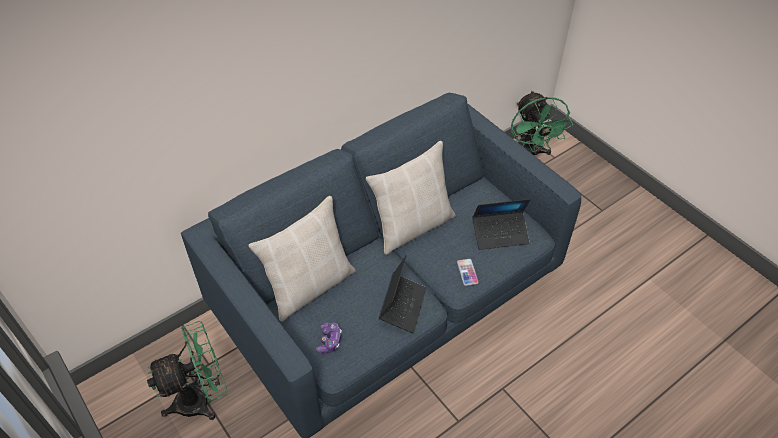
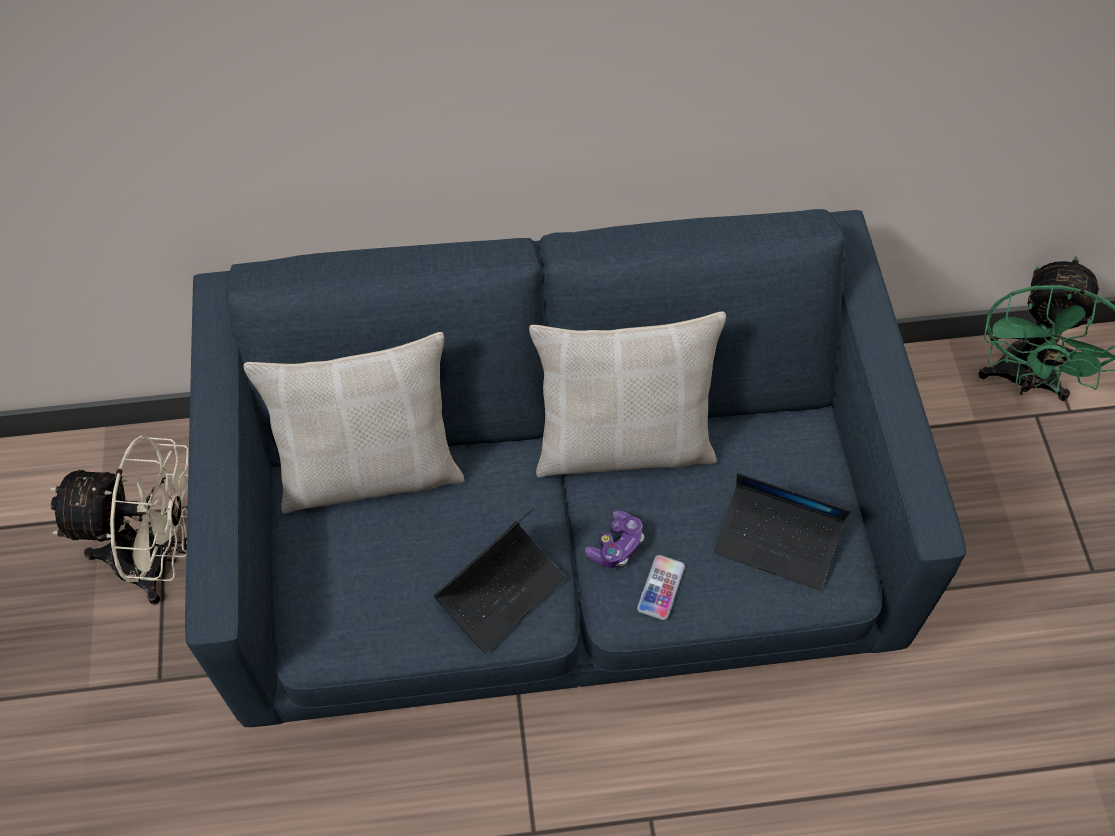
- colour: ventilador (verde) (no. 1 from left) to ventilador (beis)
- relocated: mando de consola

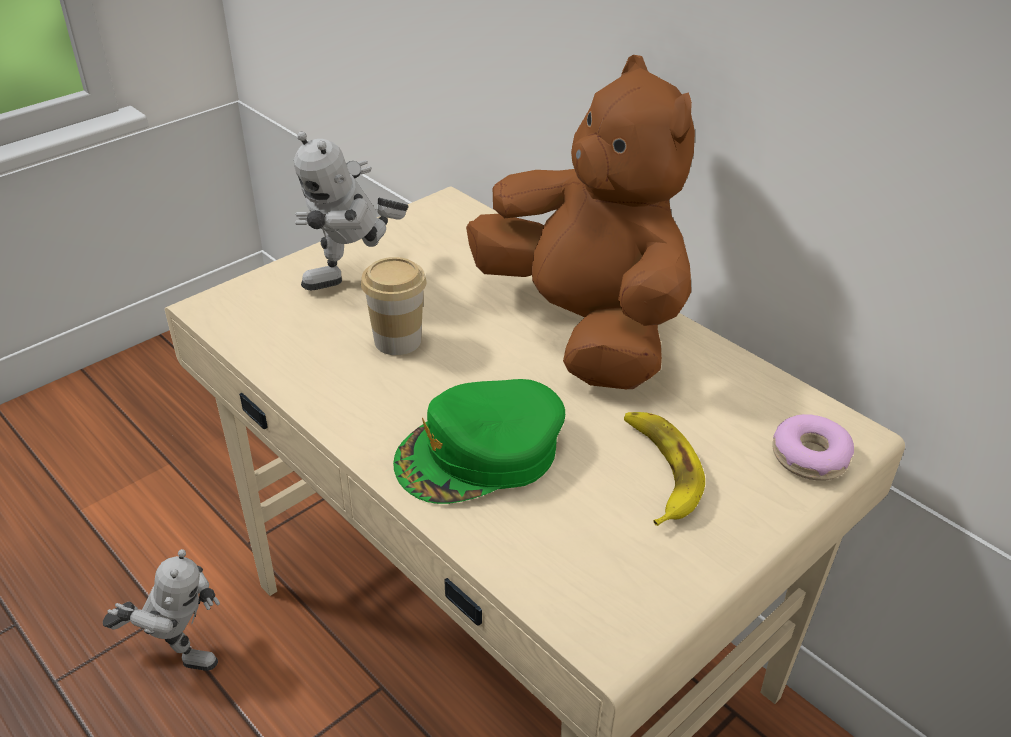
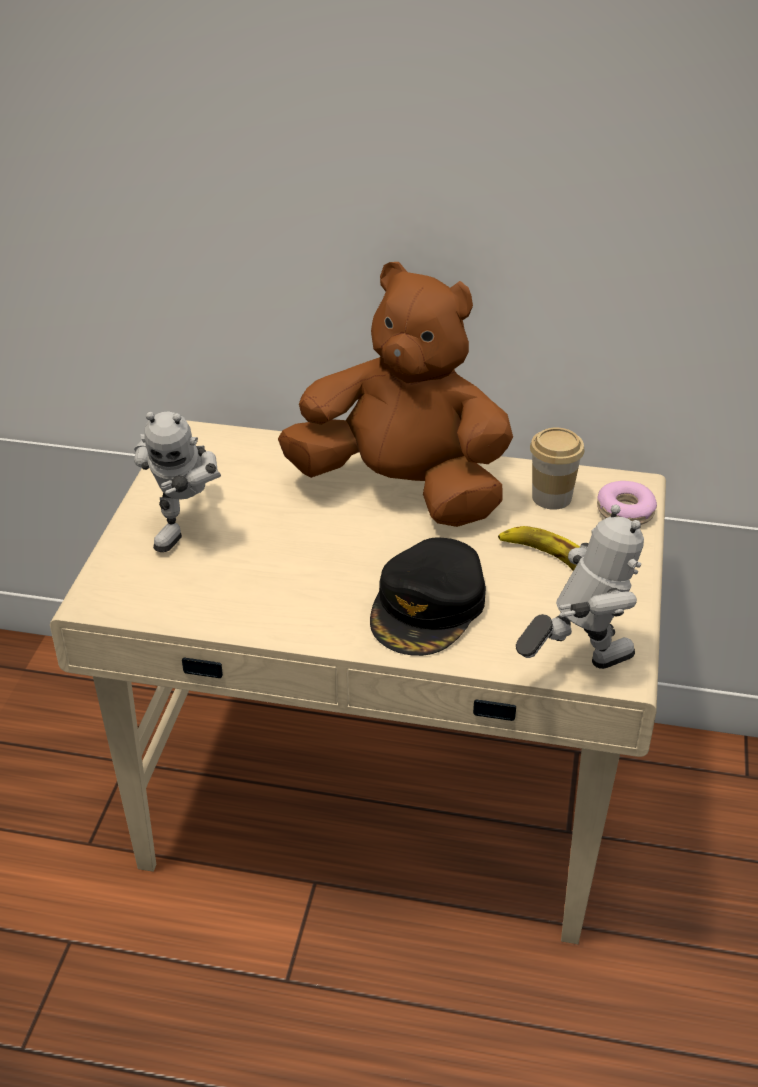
- colour: gorra (verde) to gorra (negro)
- relocated: robot de juguete (no. 1 from left in the first image) to robot de juguete (no. 2 from left)
- relocated: taza

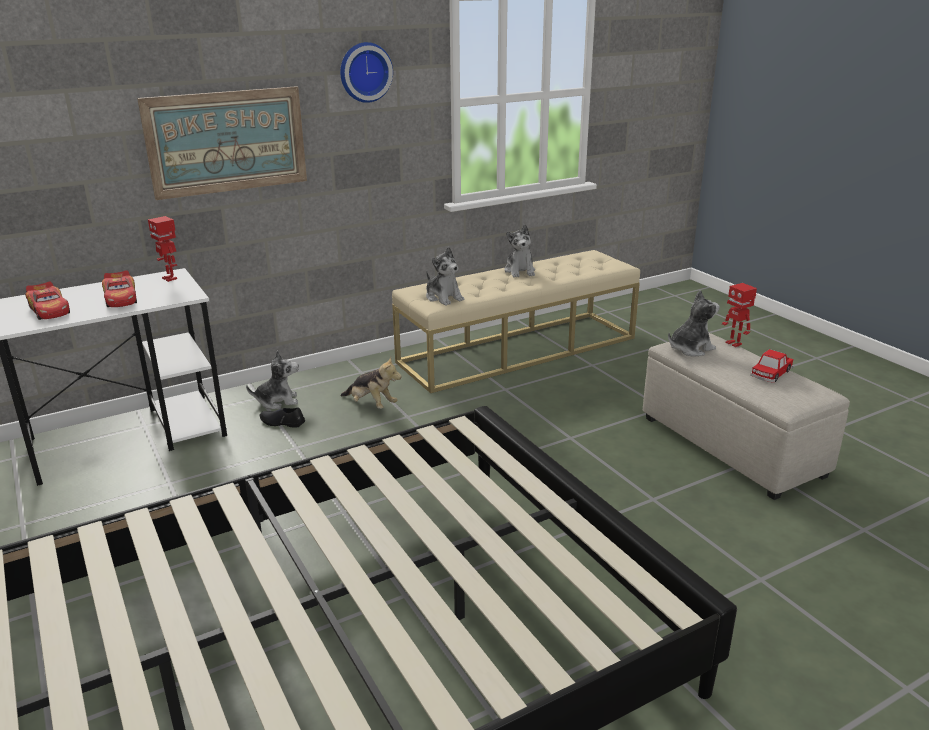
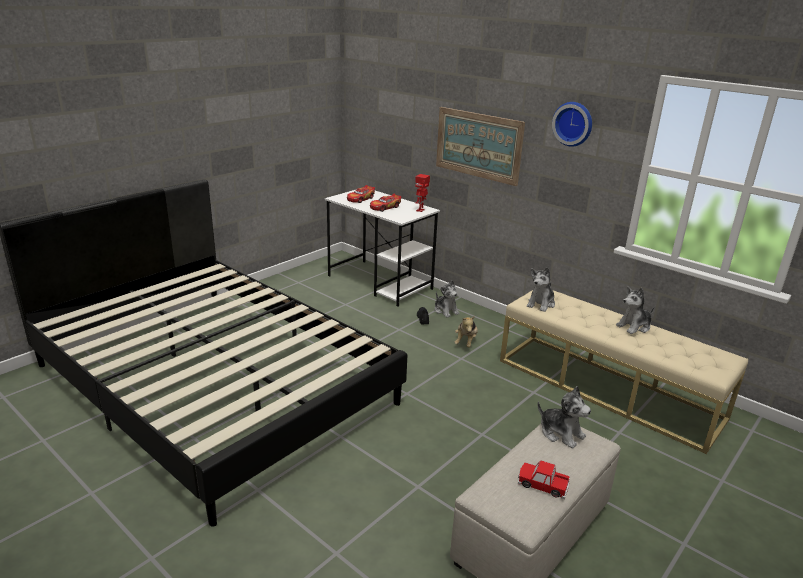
- missing: robot de juguete (no. 2 from left)

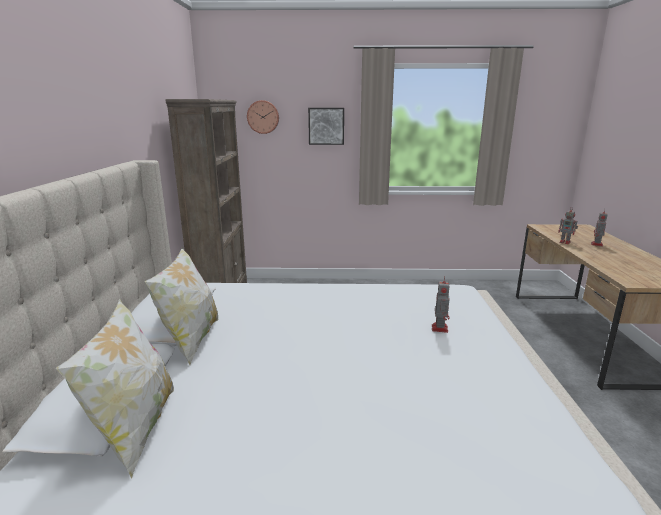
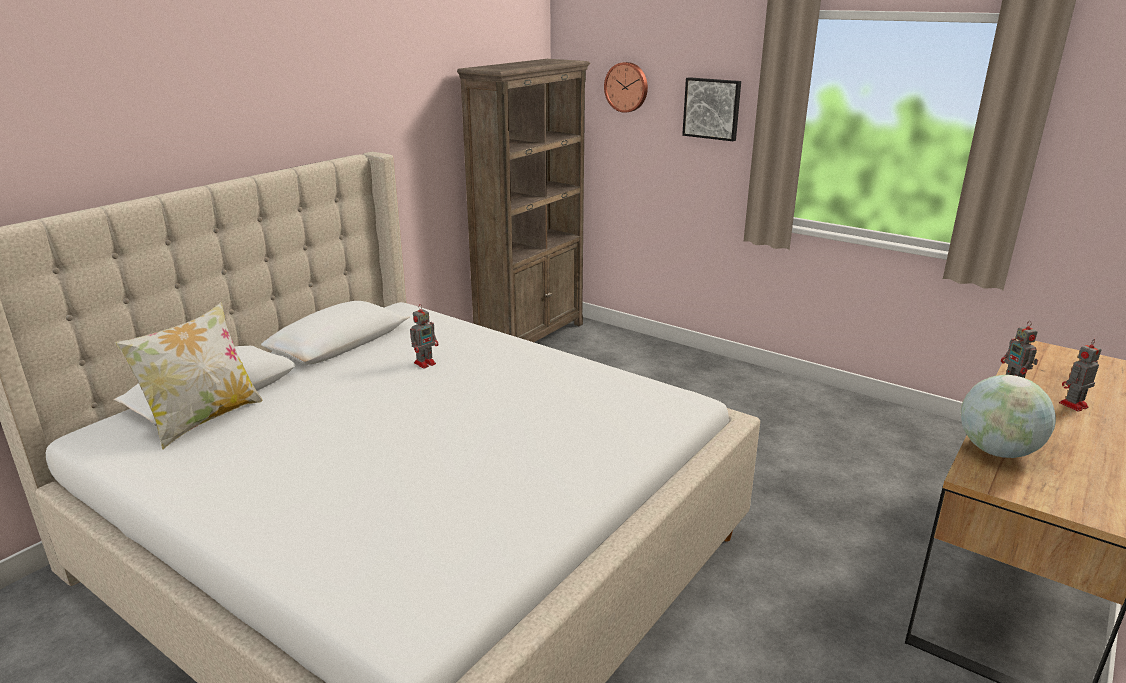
- relocated: robot de juguete (no. 1 from left)
- appeared: globo terráqueo
- missing: cojín (no. 2 from left)

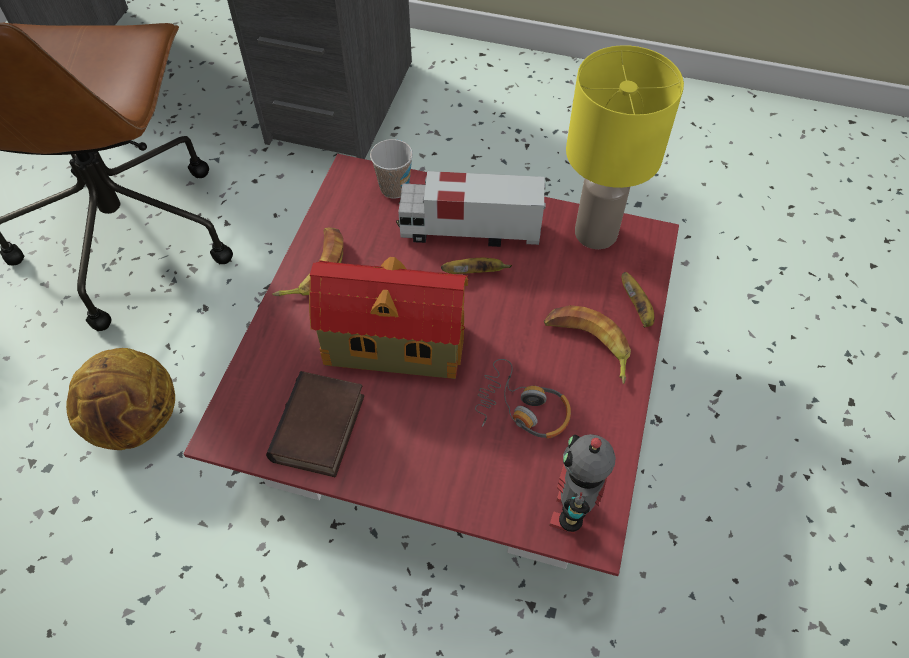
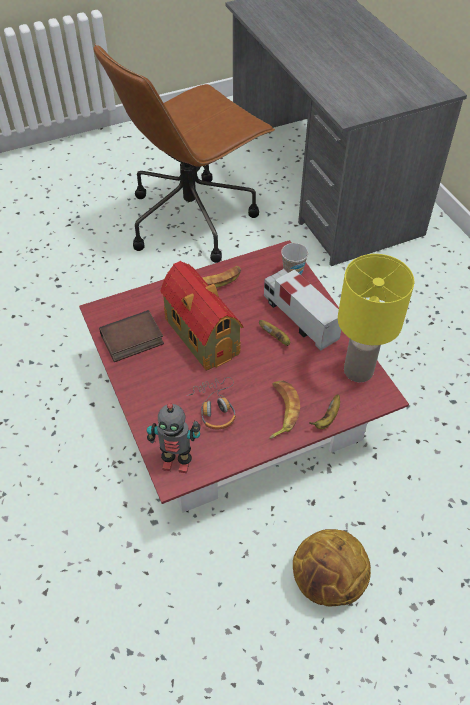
- spun: robot de juguete 150 degrees counterclockwise
- relocated: balón de baloncesto

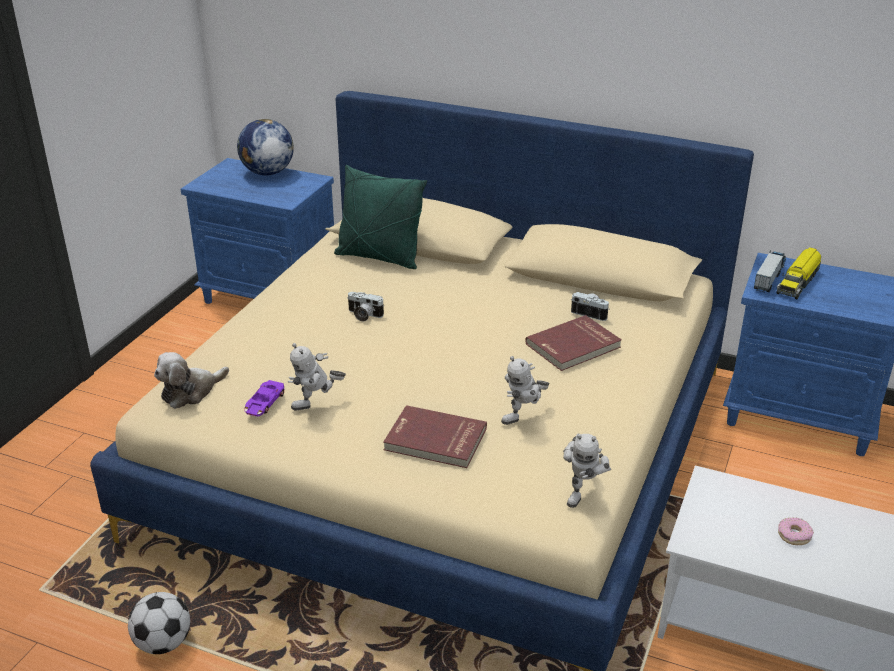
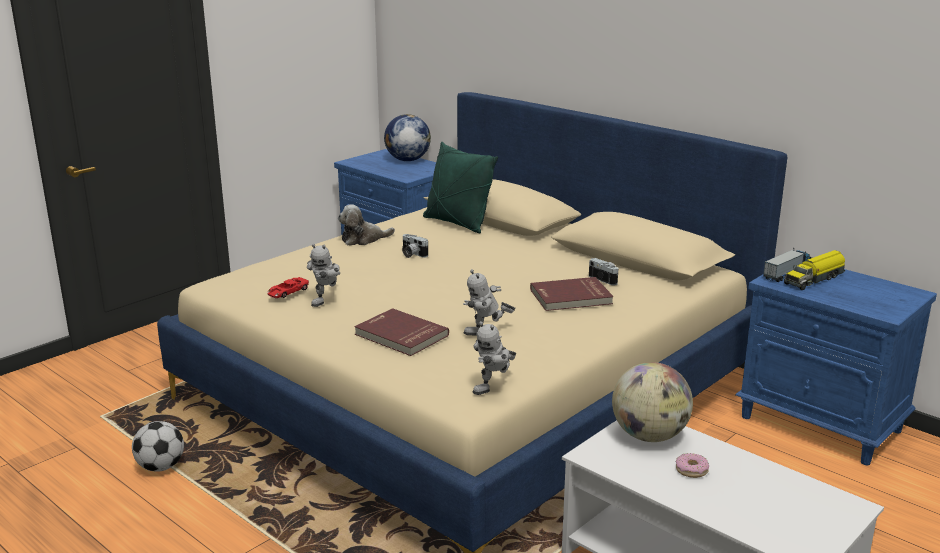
- colour: coche de juguete (morado) to coche de juguete (rojo)
- spun: robot de juguete (no. 1 from left) 60 degrees counterclockwise
- relocated: peluche
- appeared: globo terráqueo (no. 2 from left)

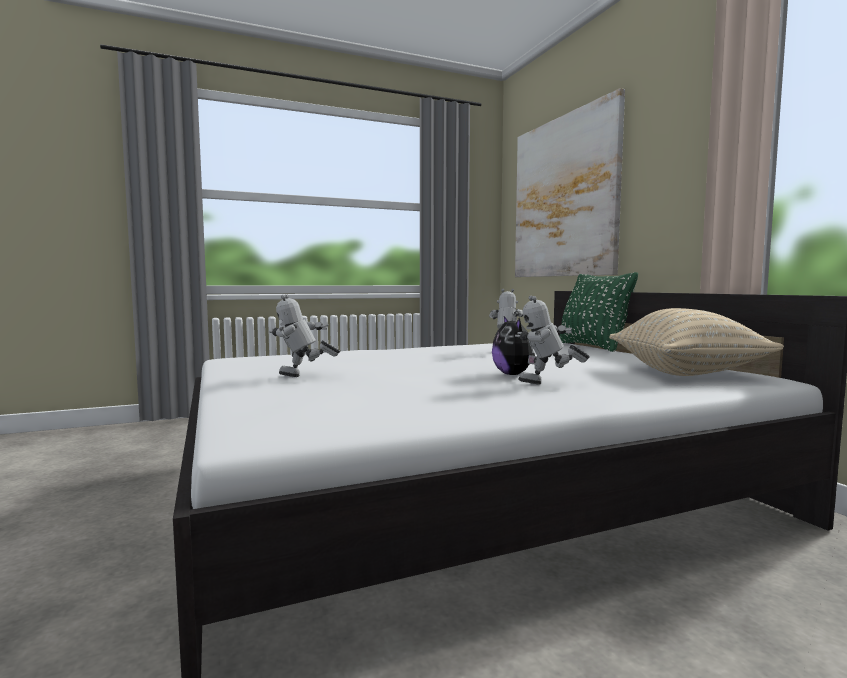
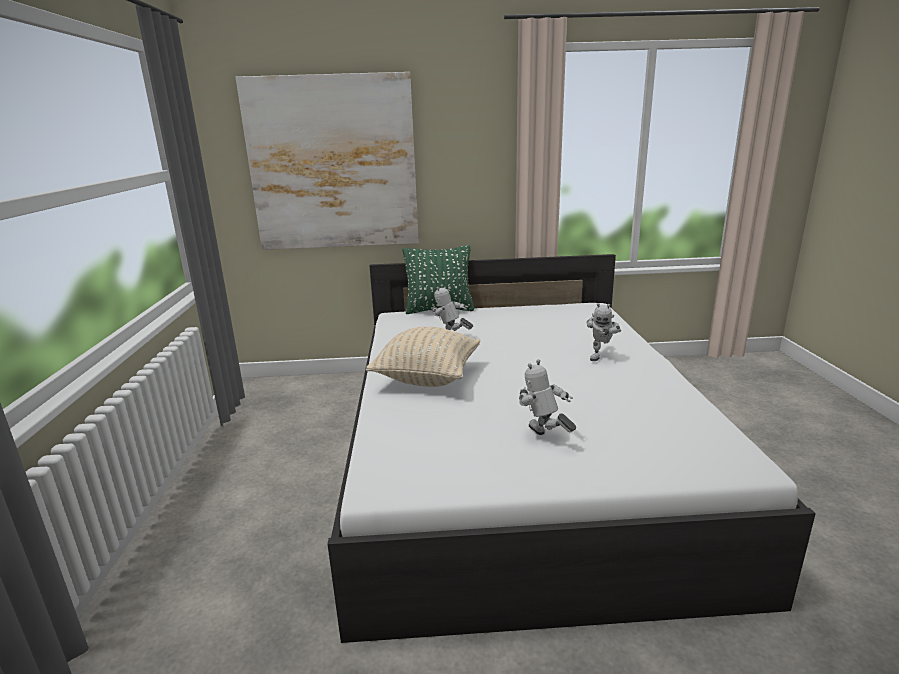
- relocated: cojín (beis)
- spun: robot de juguete (no. 1 from left in the first image) 120 degrees clockwise
- missing: peluche

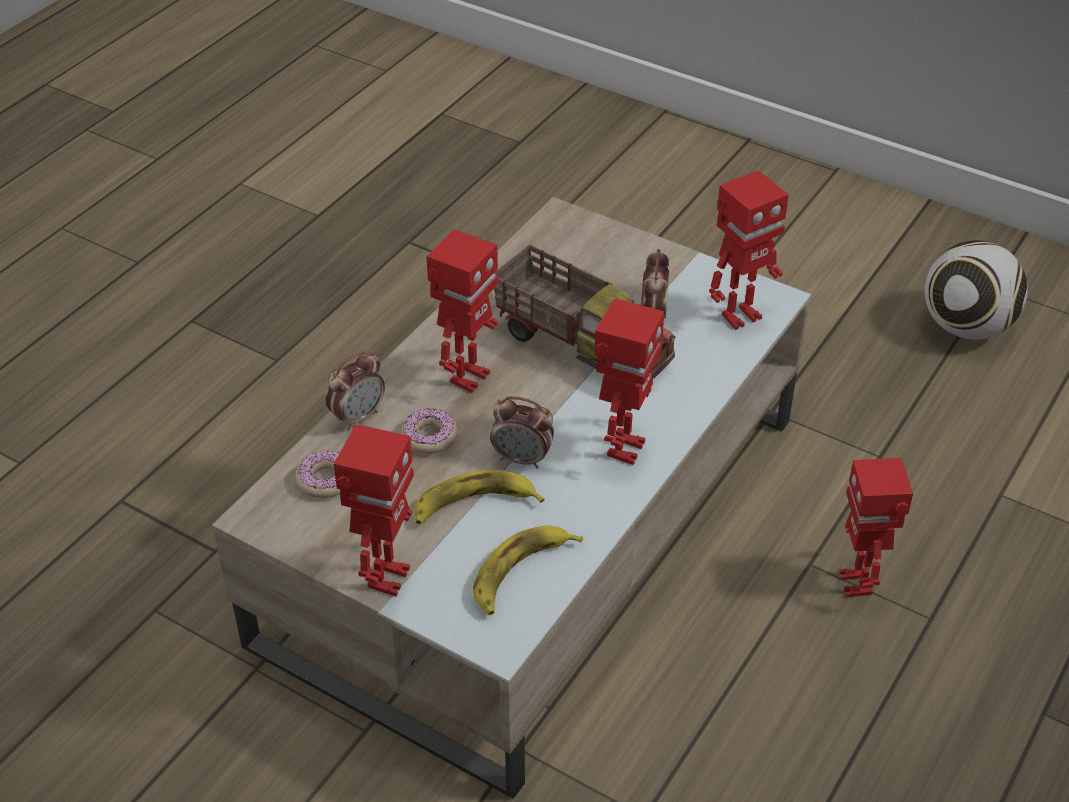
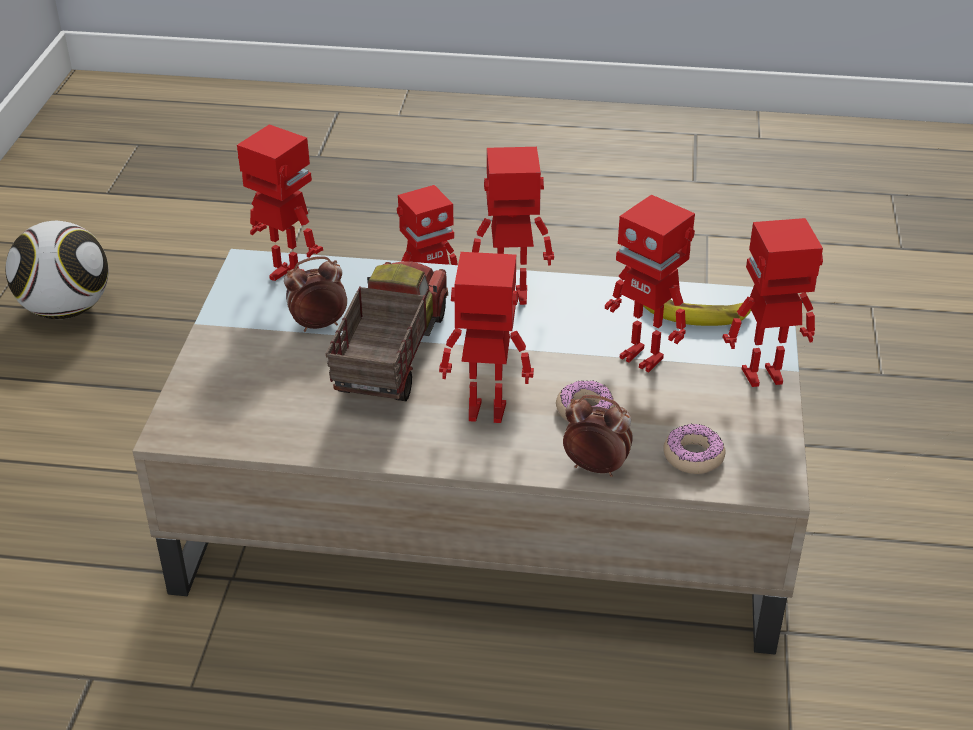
- exchanged: plátano (no. 1 from left) to robot de juguete (no. 5 from left)
- missing: despertador (no. 2 from left)

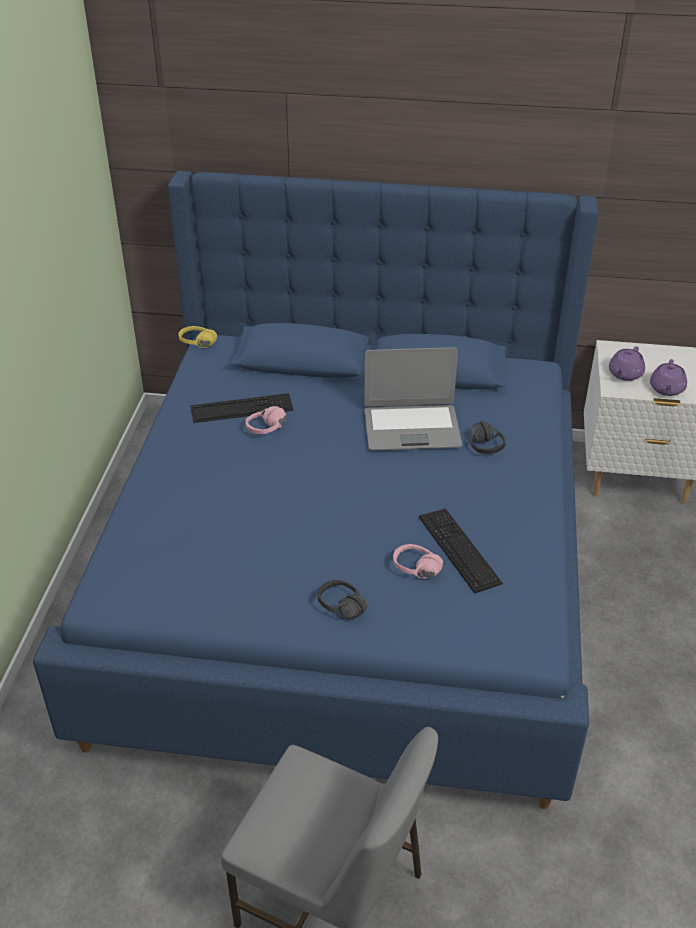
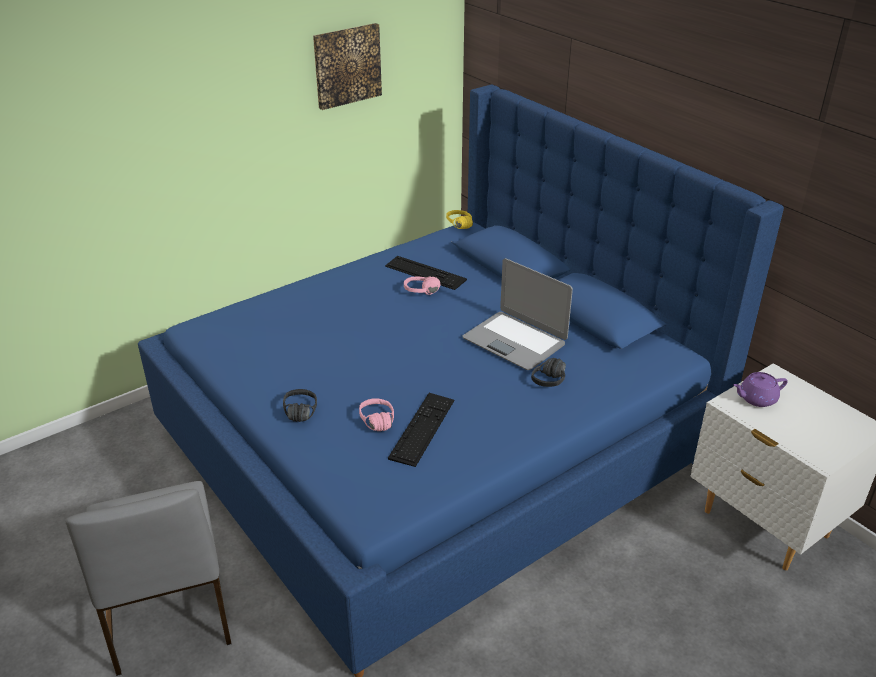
- appeared: cuadro
- missing: tetera (morado) (no. 2 from left)

